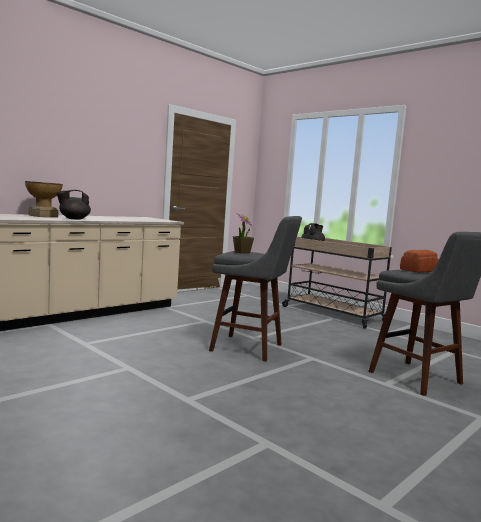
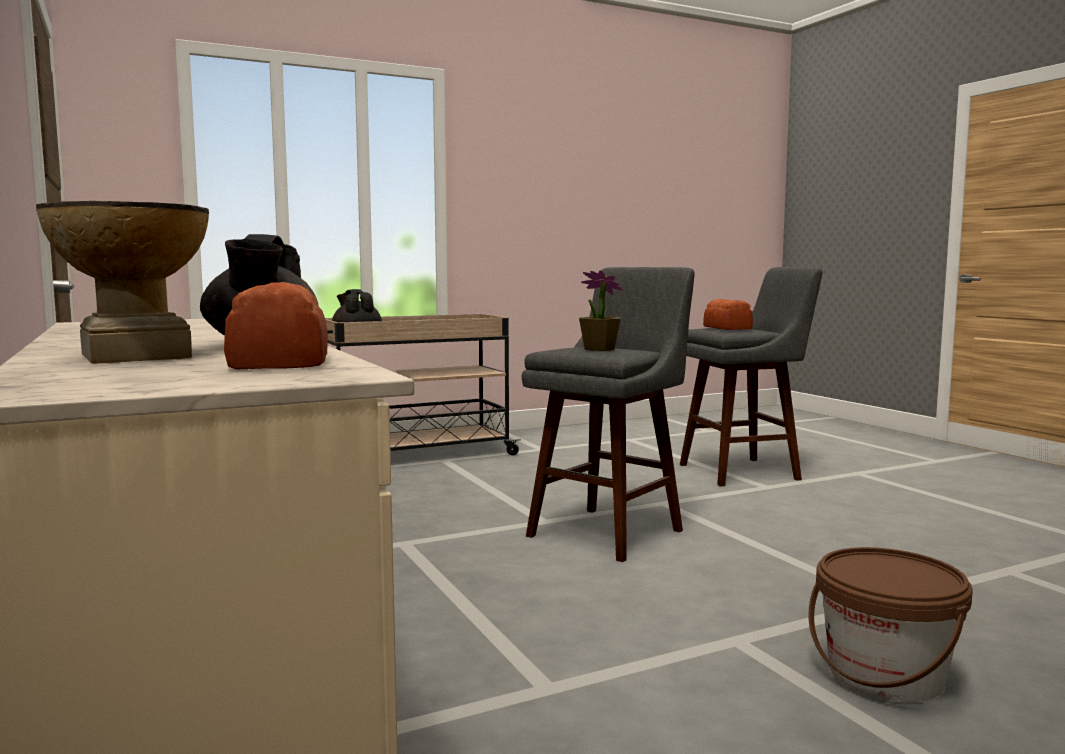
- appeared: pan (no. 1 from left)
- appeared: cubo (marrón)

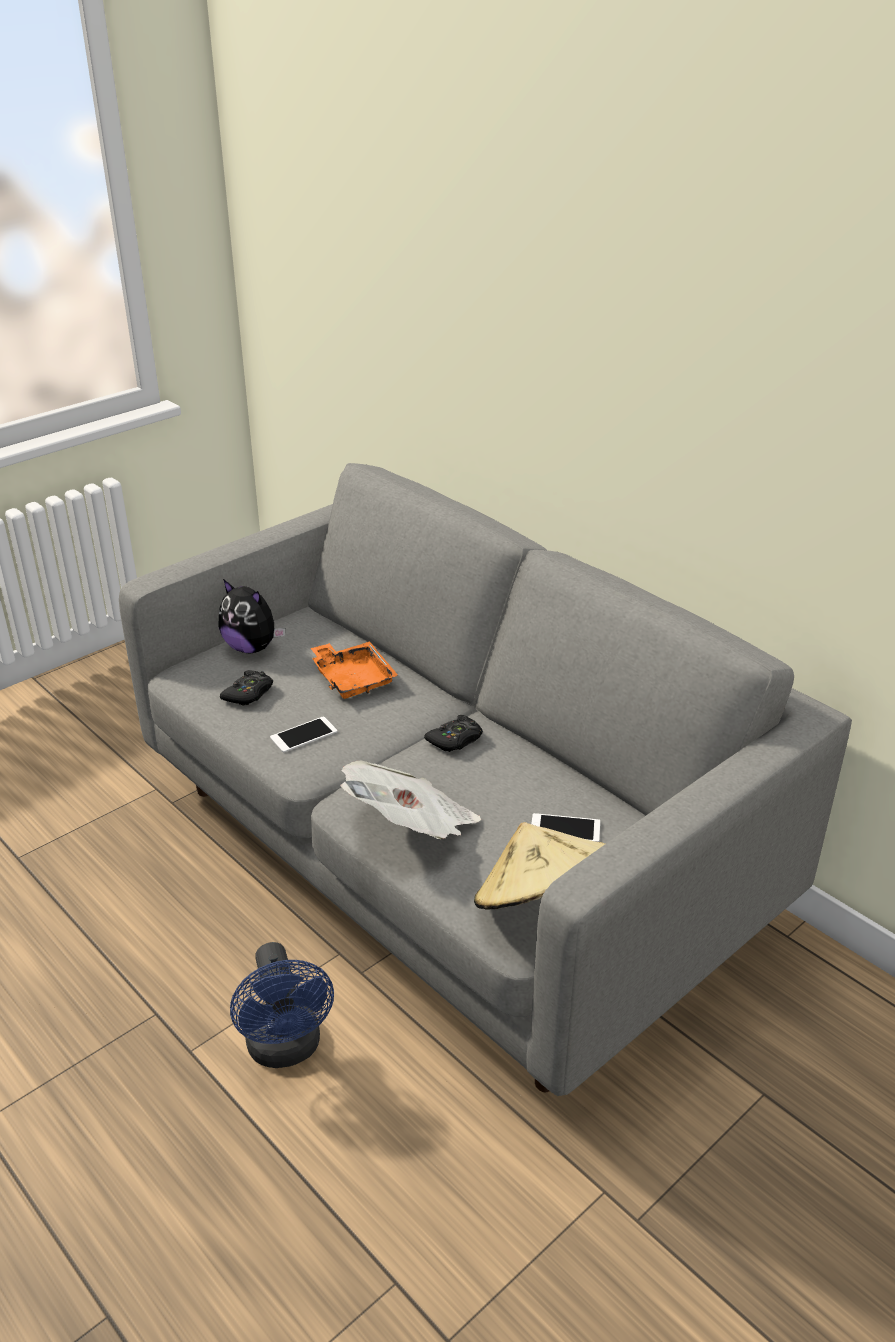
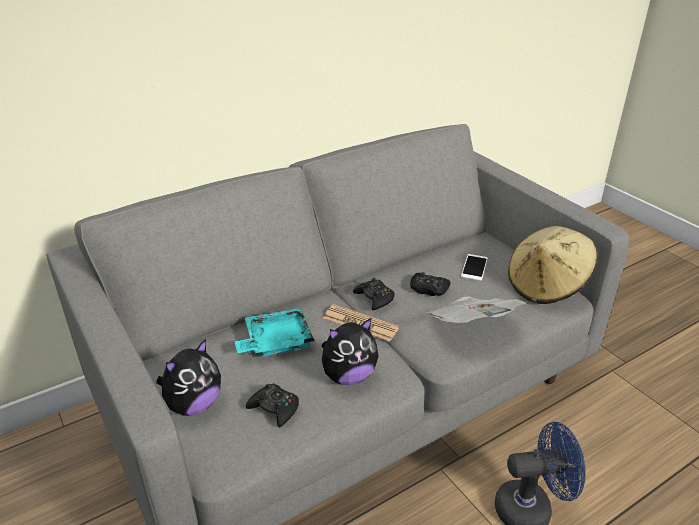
- colour: bandeja (naranja) to bandeja (turquesa)
- exchanged: móvil (no. 1 from left) to peluche (no. 2 from left)
- appeared: periódico (no. 1 from left)
- appeared: mando de consola (negro) (no. 3 from left)

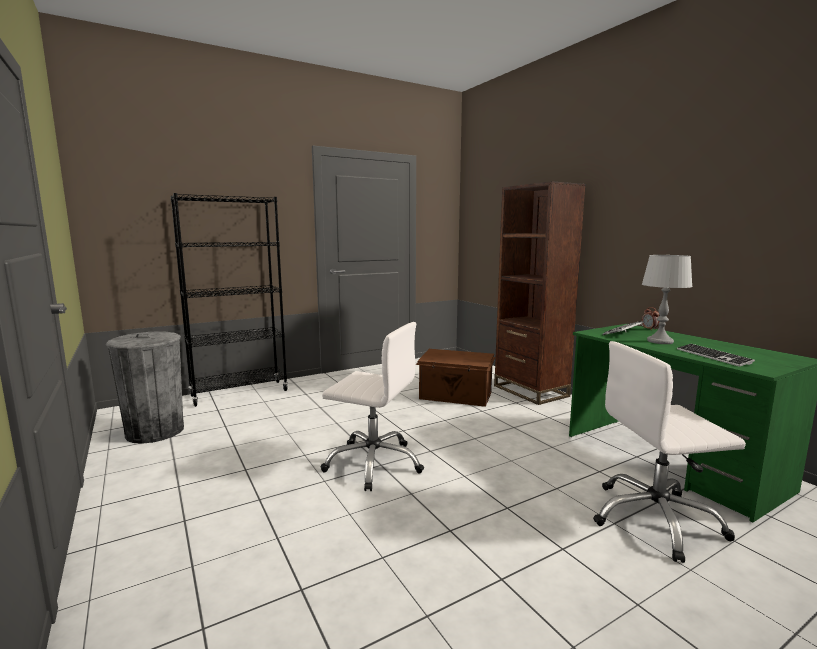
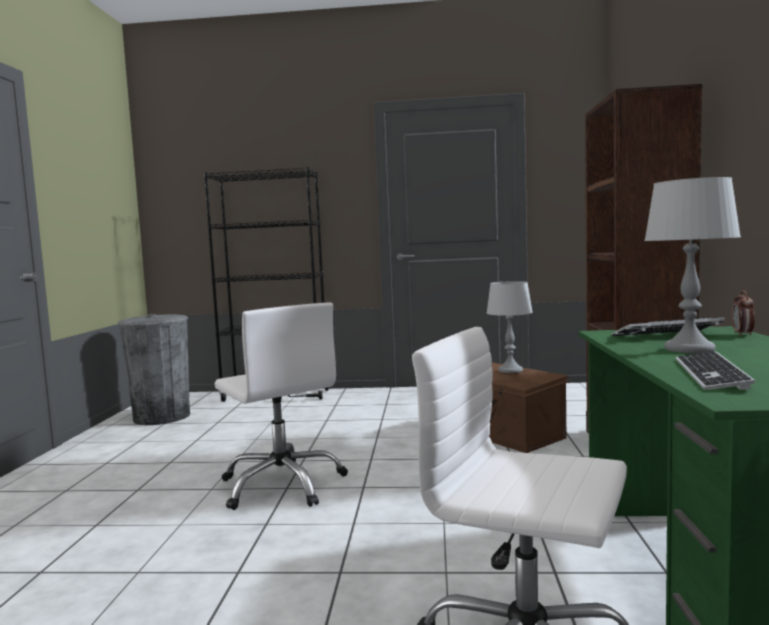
- appeared: lámpara de mesa (gris) (no. 1 from left)

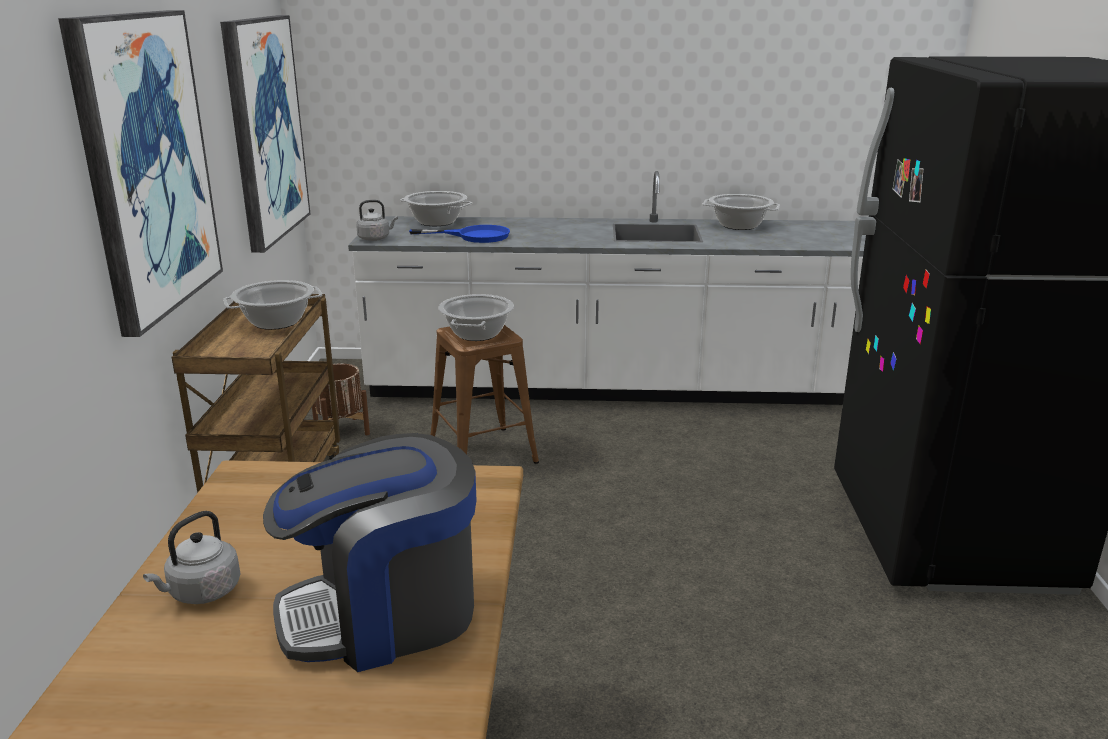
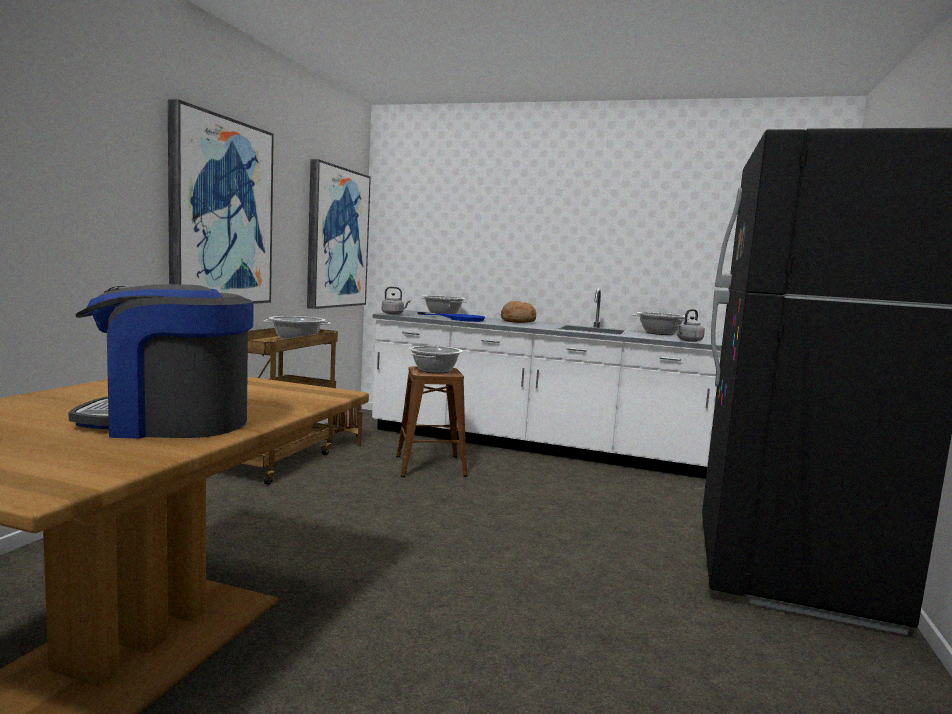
- appeared: pan
- relocated: hervidor (gris) (no. 1 from left in the first image) to hervidor (gris) (no. 2 from left)

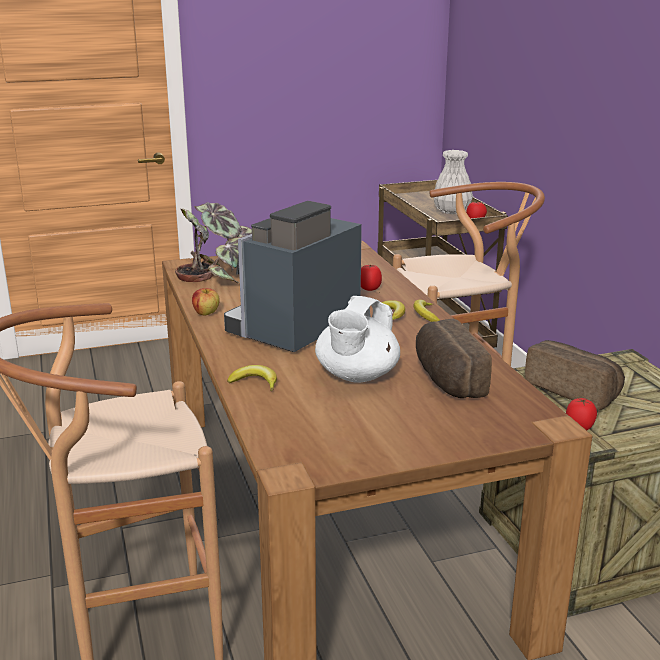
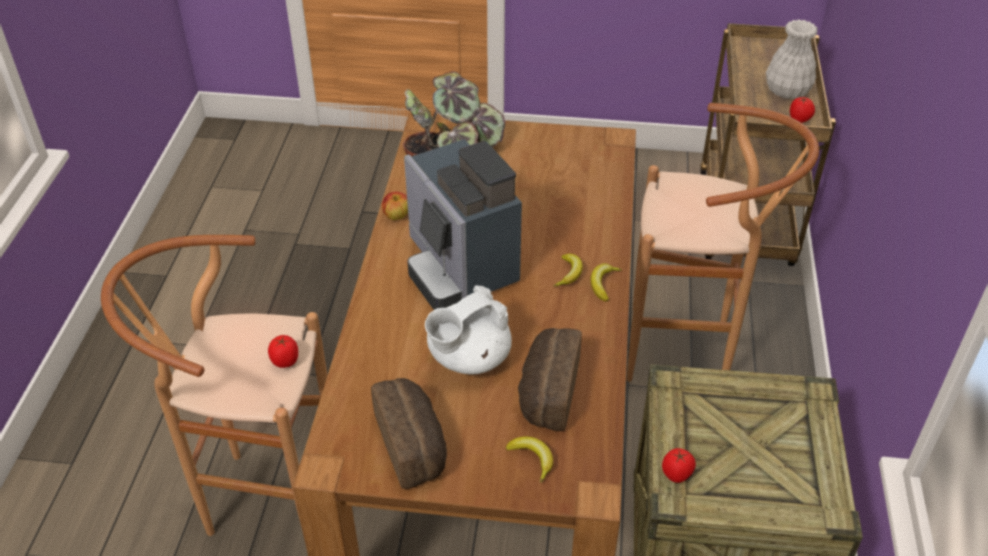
- relocated: tomate (no. 1 from left)
- relocated: pan (no. 2 from left in the first image) to pan (no. 1 from left)
- spun: cafetera 90 degrees counterclockwise
- relocated: plátano (no. 1 from left)

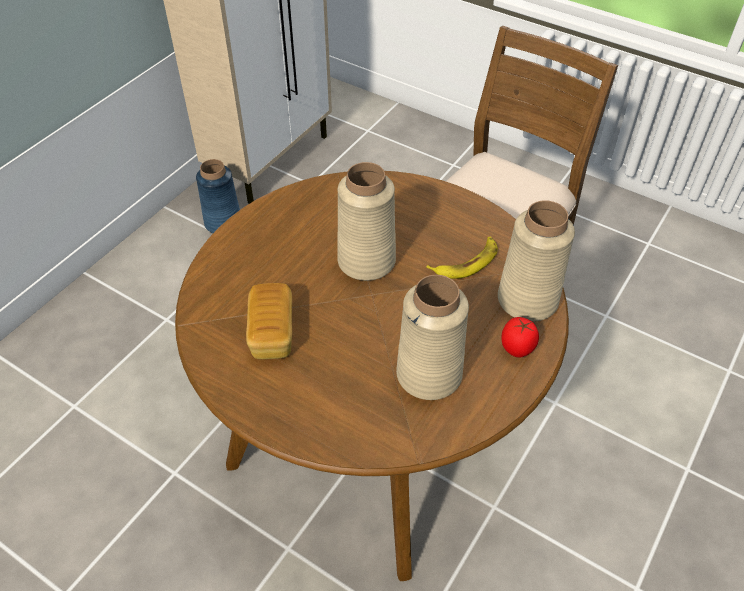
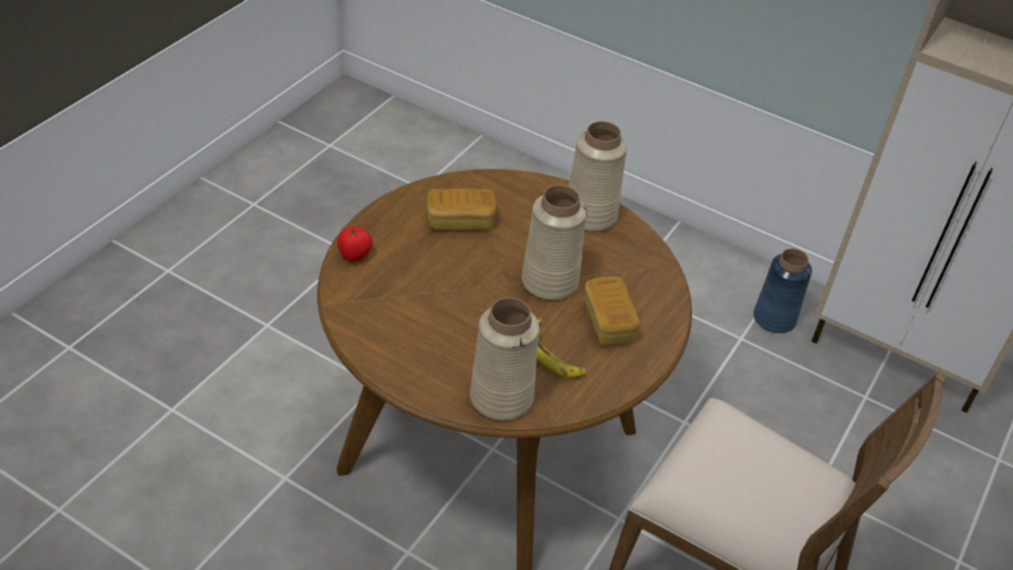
- relocated: tomate
- relocated: florero (beis) (no. 2 from left in the first image) to florero (beis) (no. 3 from left)
- appeared: pan (no. 2 from left)

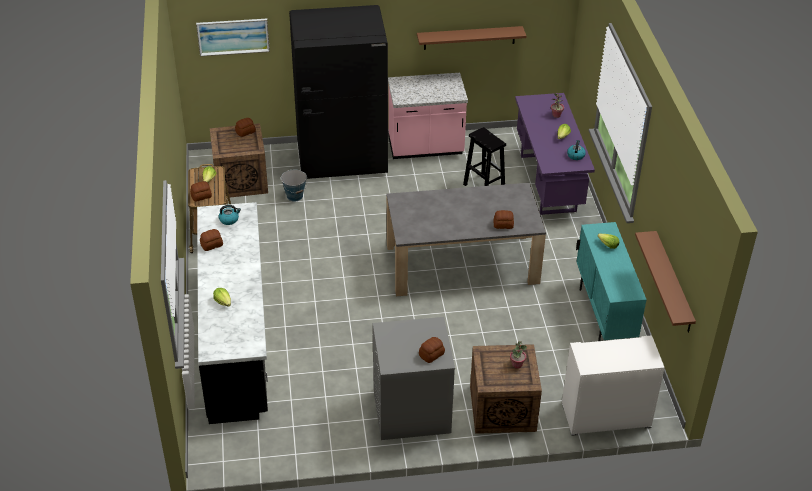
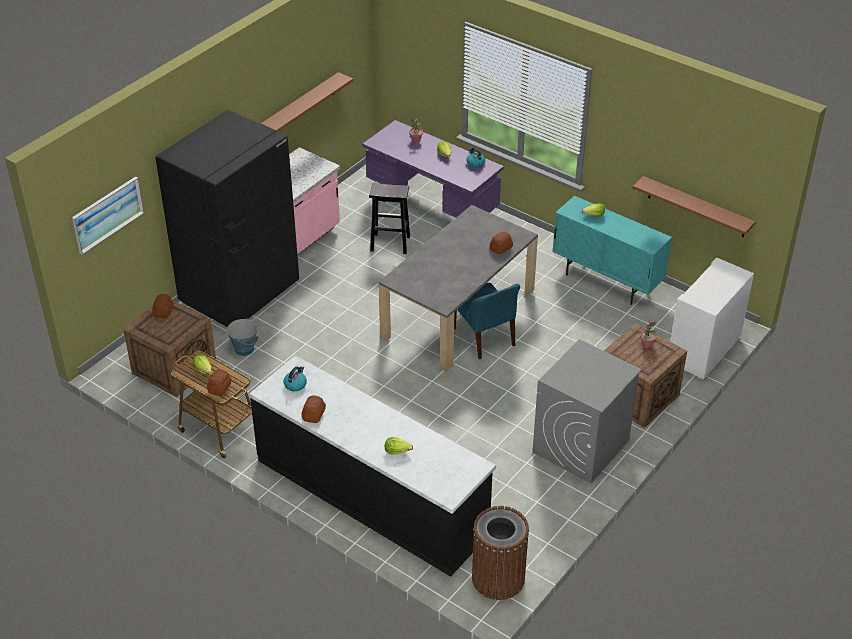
- appeared: silla (azul)
- appeared: papelera (marrón)
- missing: pan (no. 4 from left)

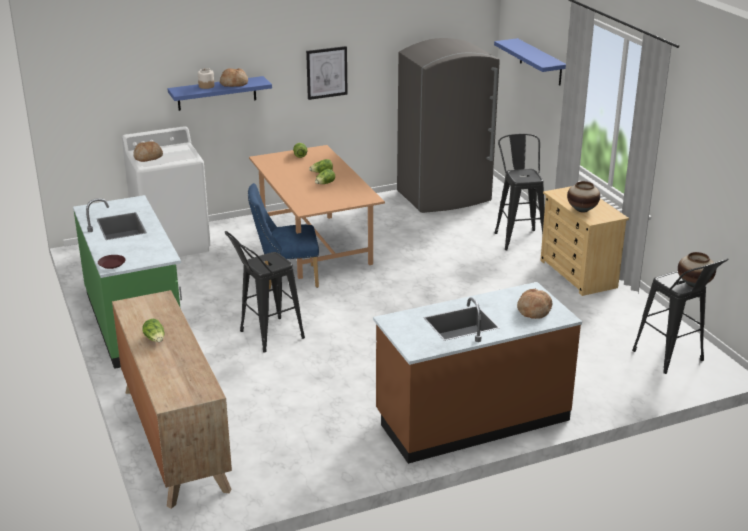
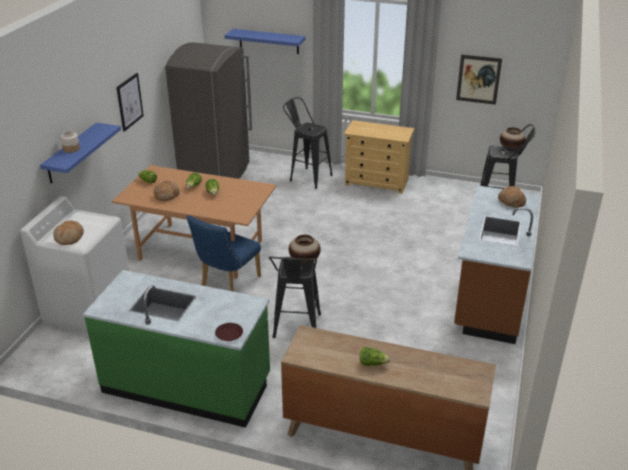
- relocated: pan (no. 2 from left)
- relocated: florero (no. 1 from left)
- appeared: cuadro (no. 2 from left)

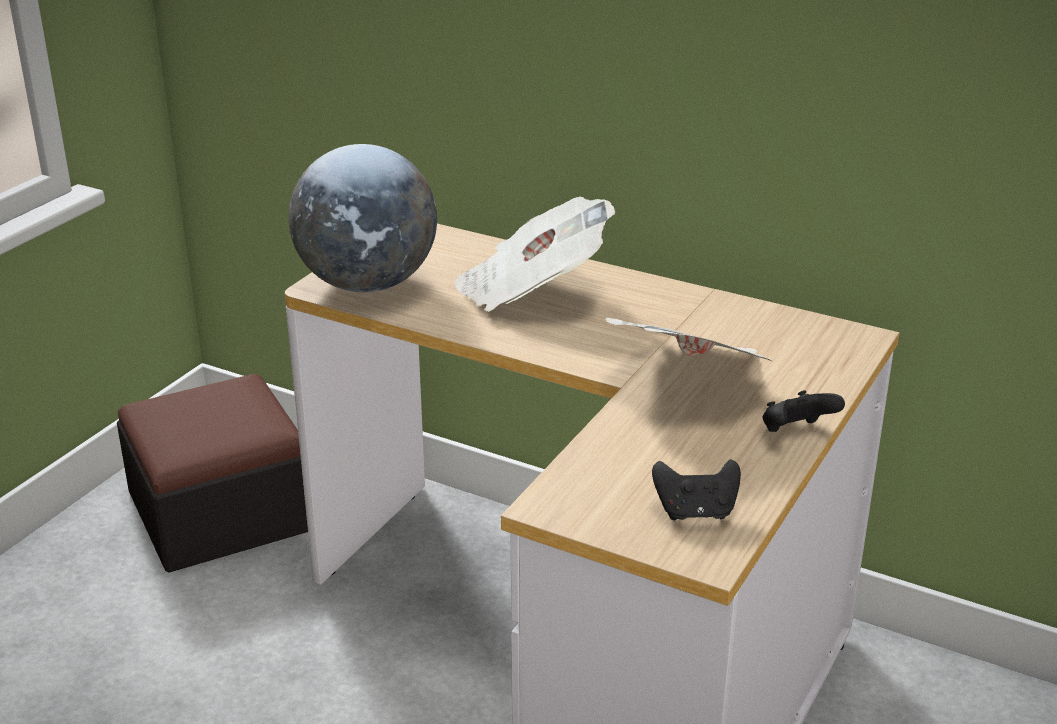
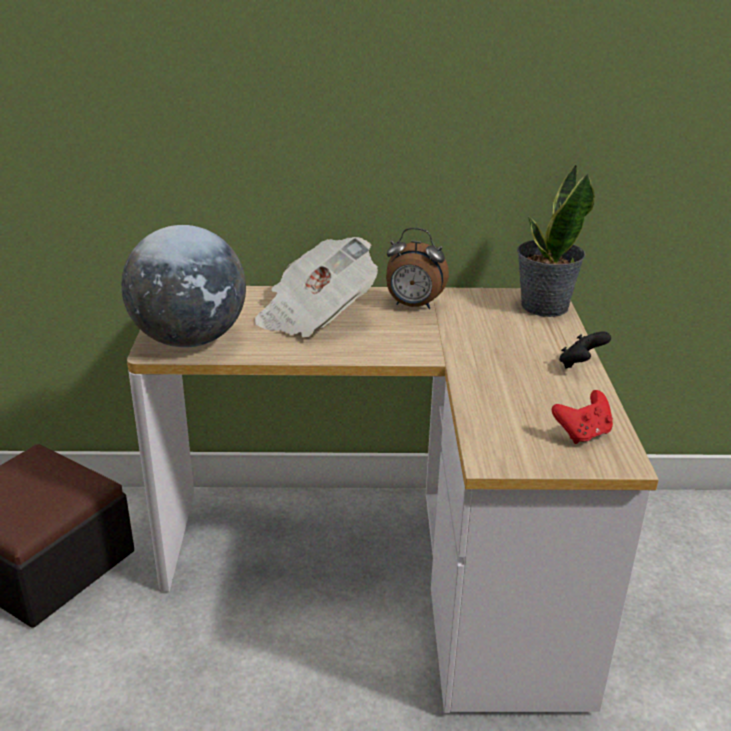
- appeared: despertador
- appeared: planta en maceta
- colour: mando de consola (negro) (no. 1 from left) to mando de consola (rojo)
- missing: periódico (no. 2 from left)

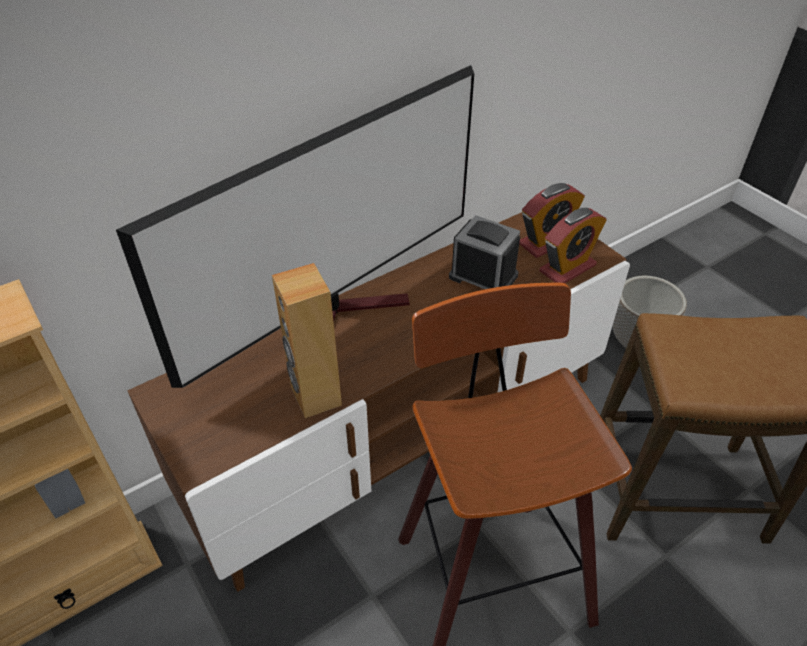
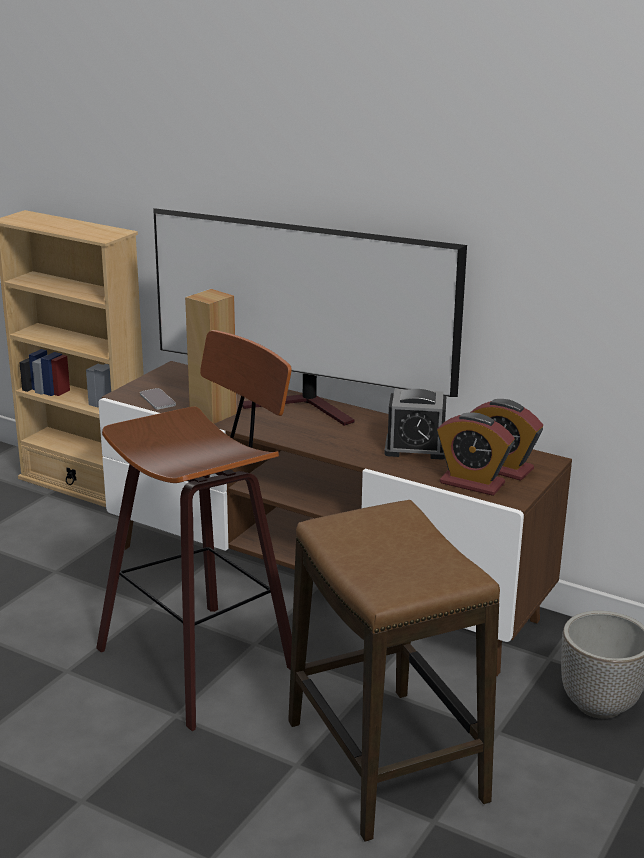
- appeared: móvil
- spun: despertador (no. 1 from left) 90 degrees clockwise

